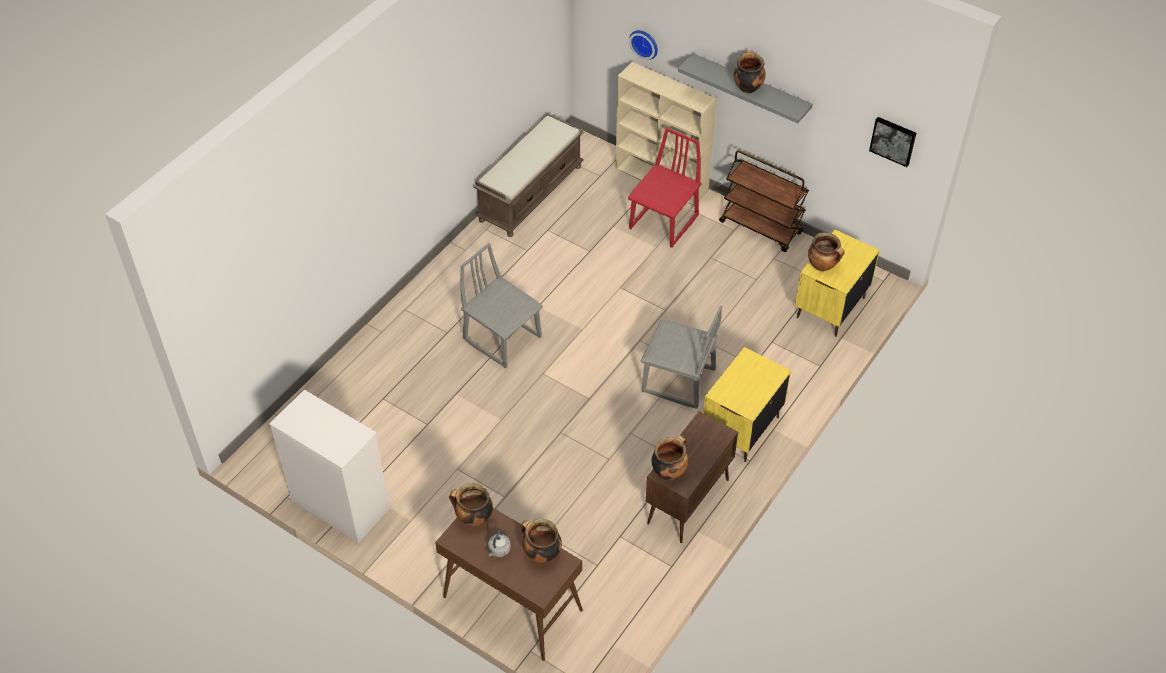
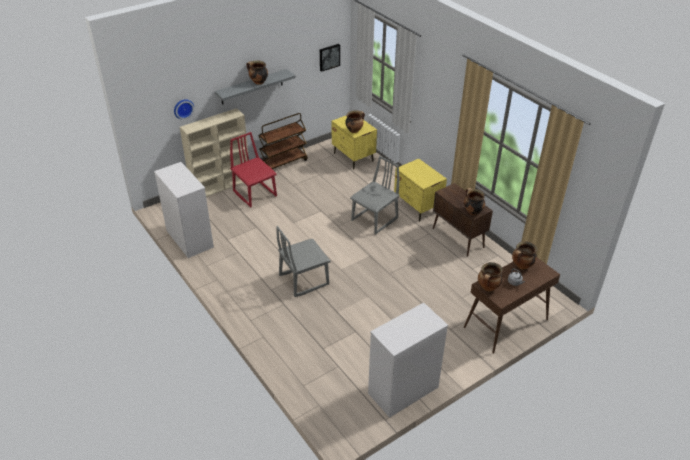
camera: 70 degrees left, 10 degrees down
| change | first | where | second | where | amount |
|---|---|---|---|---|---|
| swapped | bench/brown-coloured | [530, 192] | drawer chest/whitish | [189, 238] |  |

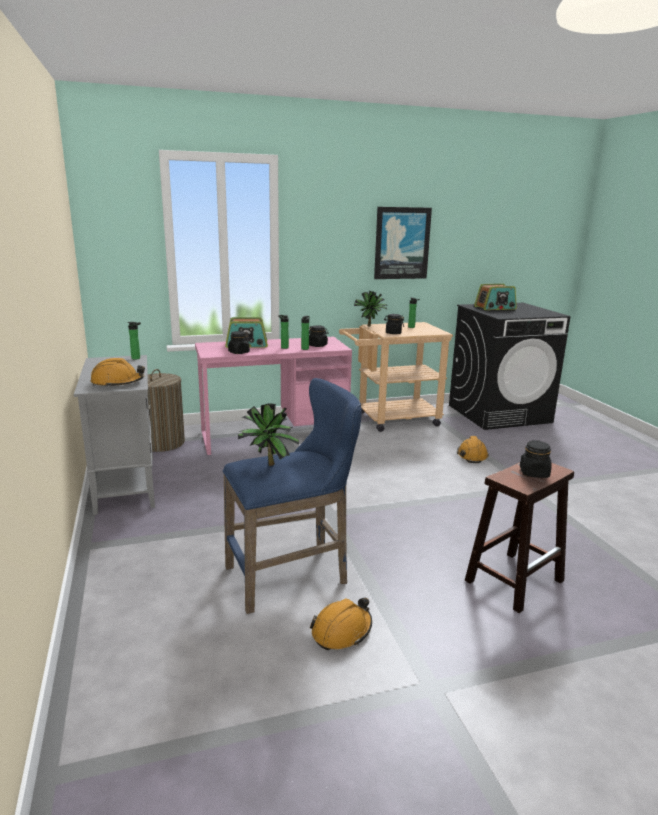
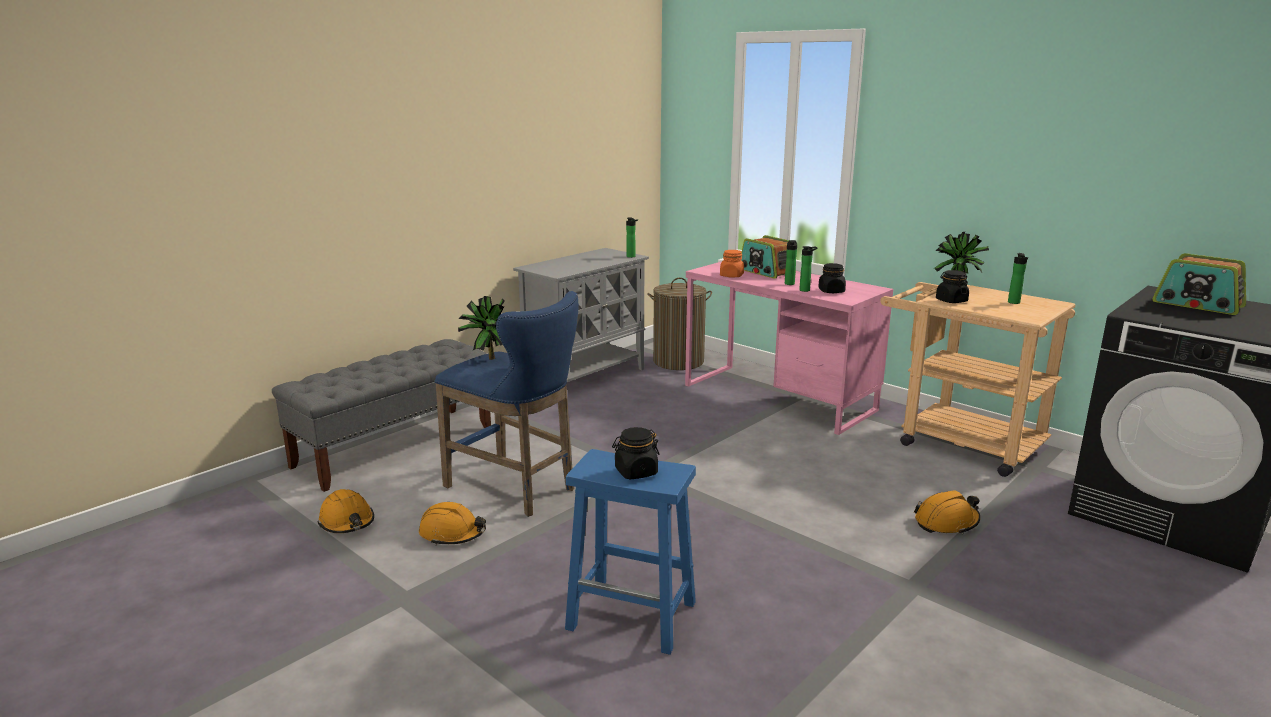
camera: 60 degrees right, 0 degrees up
| change | first | where | second | where | amount |
|---|---|---|---|---|---|
| shifted | safety helmet/orangey | [117, 383] |  | [347, 522] |  |
| repainted | preserve jar/blackish | [239, 352] | preserve jar/orangey | [731, 276] |  |
| gone | picture | [401, 243] |  |  |  |
| repainted | sitting stool/brown-coloured | [515, 580] | sitting stool/blue | [634, 615] |  |
| new |  |  | bench/grey | [395, 446] |  |

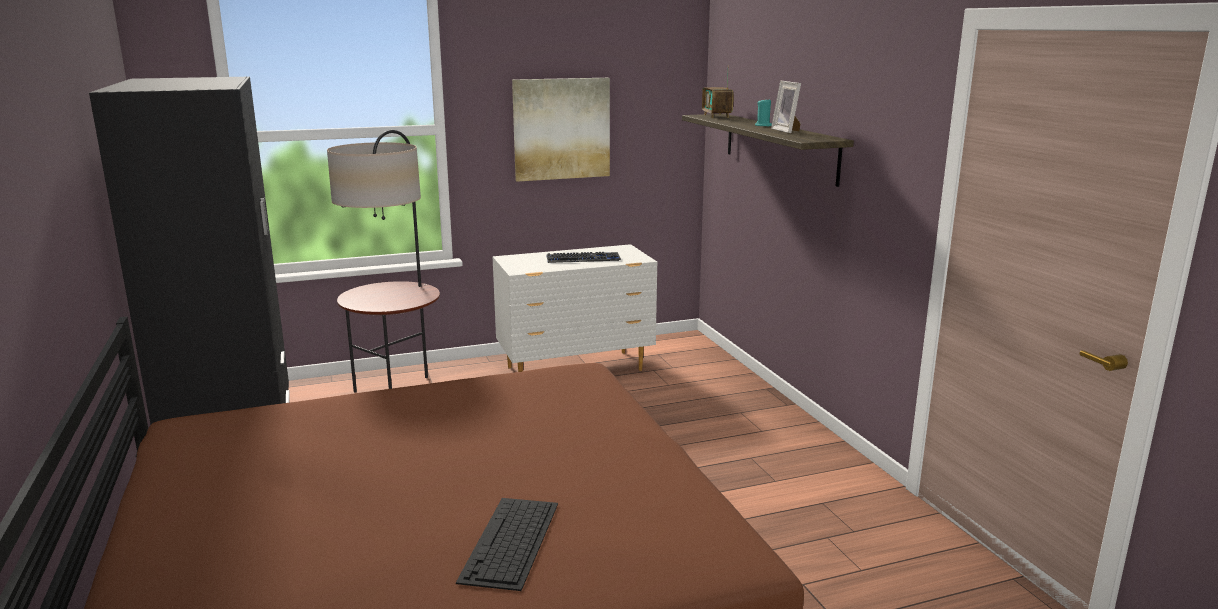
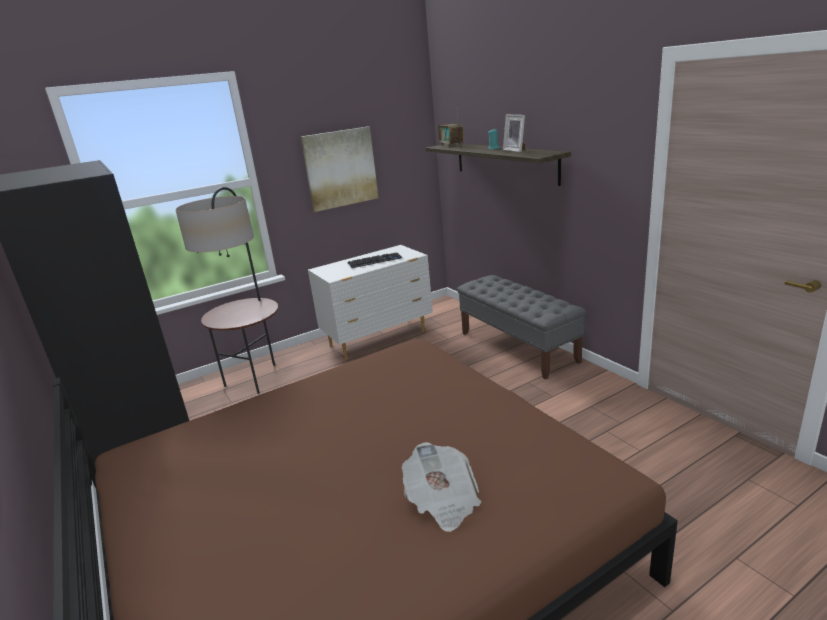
camera: 10 degrees left, 5 degrees up
| change | first | where | second | where | amount |
|---|---|---|---|---|---|
| swapped | keyboard | [511, 542] | daily paper | [442, 501] |  |
| new |  |  | bench/grey | [518, 347] |  |

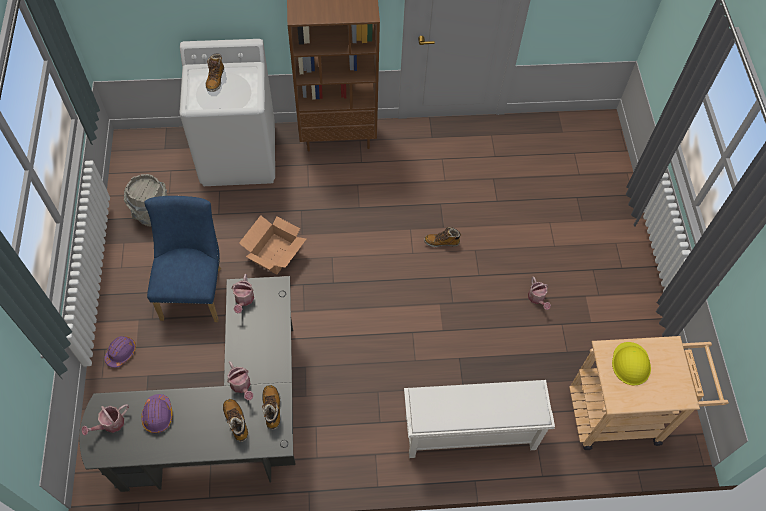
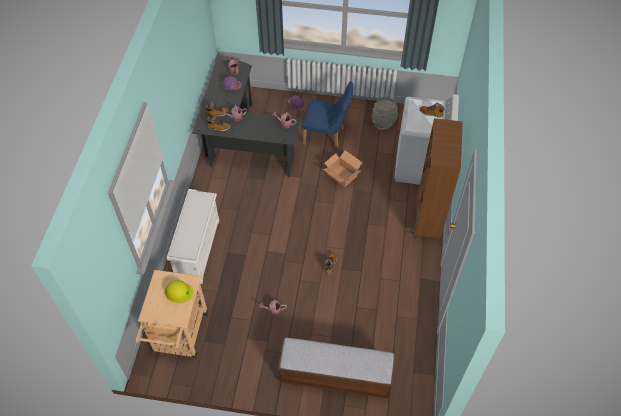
camera: 105 degrees right, 5 degrees down
| change | first | where | second | where | amount |
|---|---|---|---|---|---|
| new |  |  | bench | [335, 376] |  |

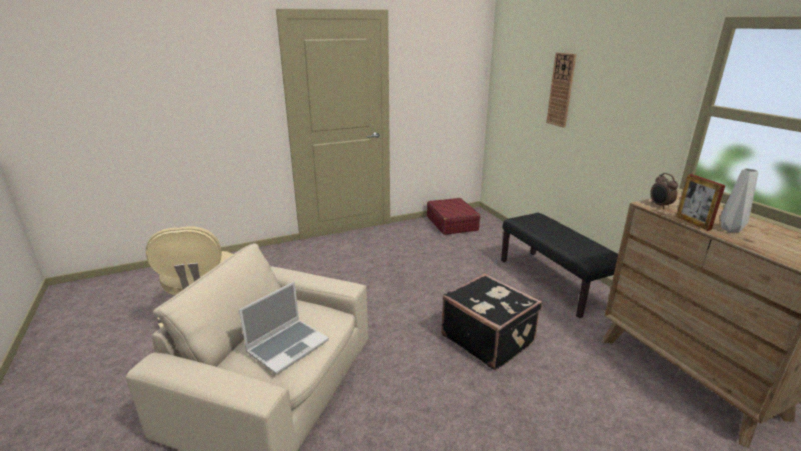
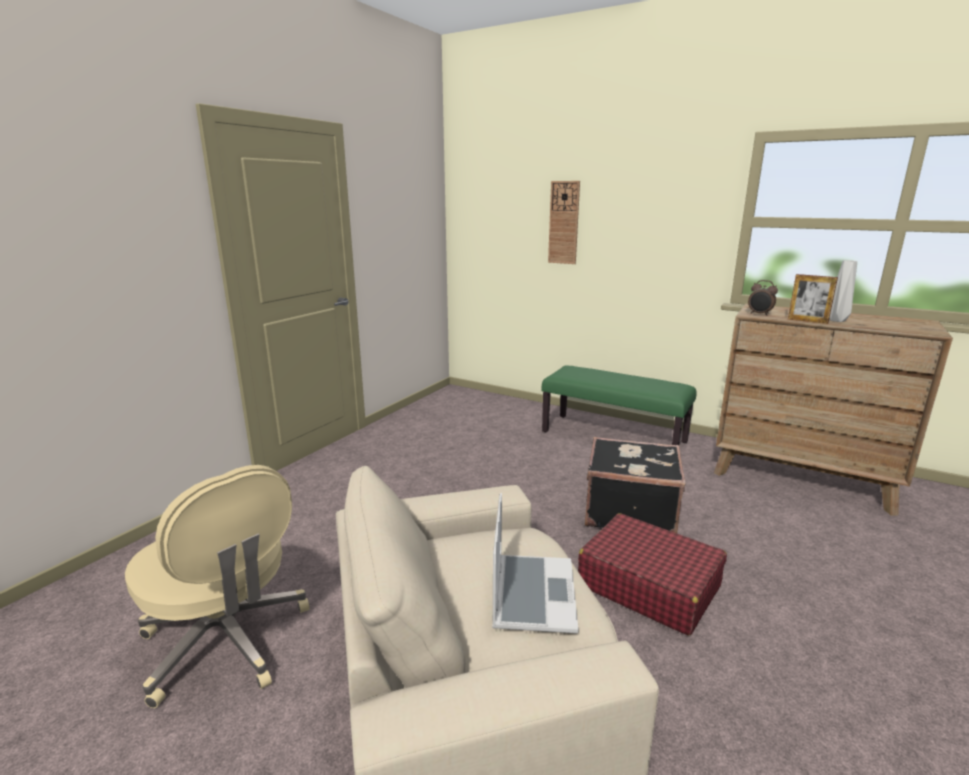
camera: 35 degrees left, 5 degrees down
| change | first | where | second | where | amount |
|---|---|---|---|---|---|
| shifted | suitcase/red | [452, 223] |  | [648, 585] |  |
| repainted | bench/blackish | [554, 282] | bench/green-coloured | [614, 436] |  |

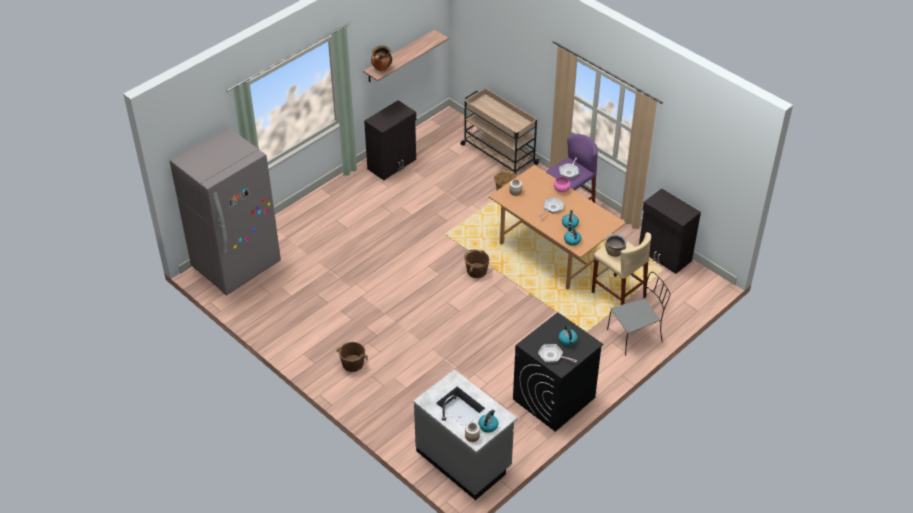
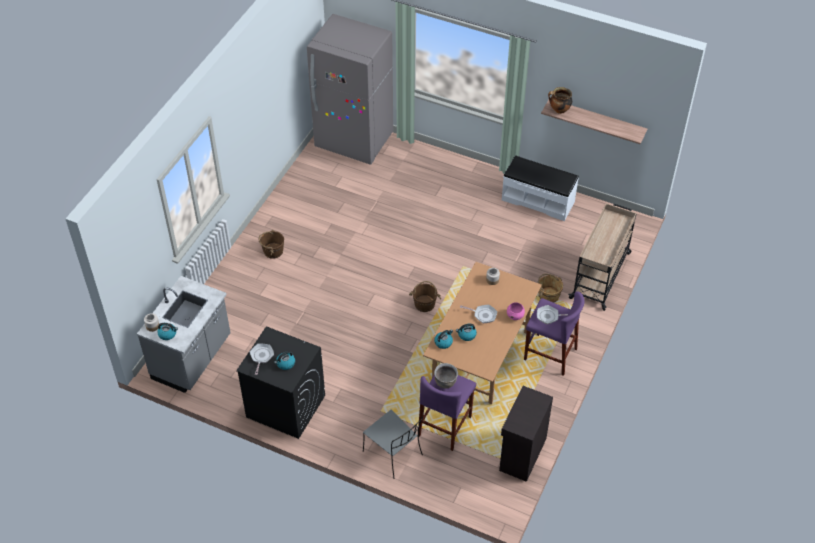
camera: 70 degrees right, 5 degrees up
| change | first | where | second | where | amount |
|---|---|---|---|---|---|
| swapped | cupboard/blackish | [392, 164] | bench/whitish | [538, 200] |  |
| repainted | sitting stool/sand-coloured | [618, 294] | sitting stool/purple | [445, 426] |  |

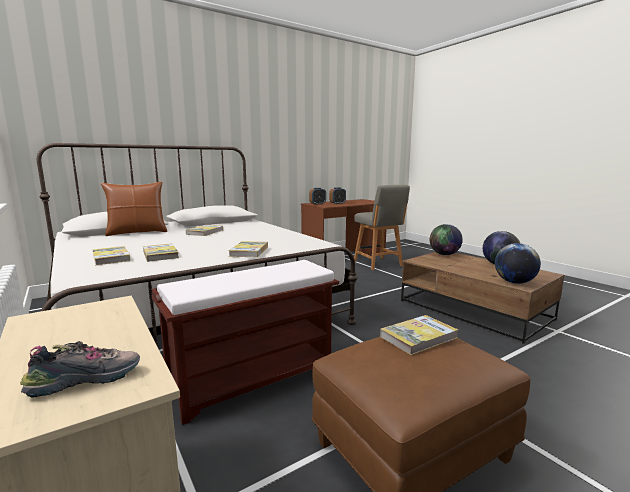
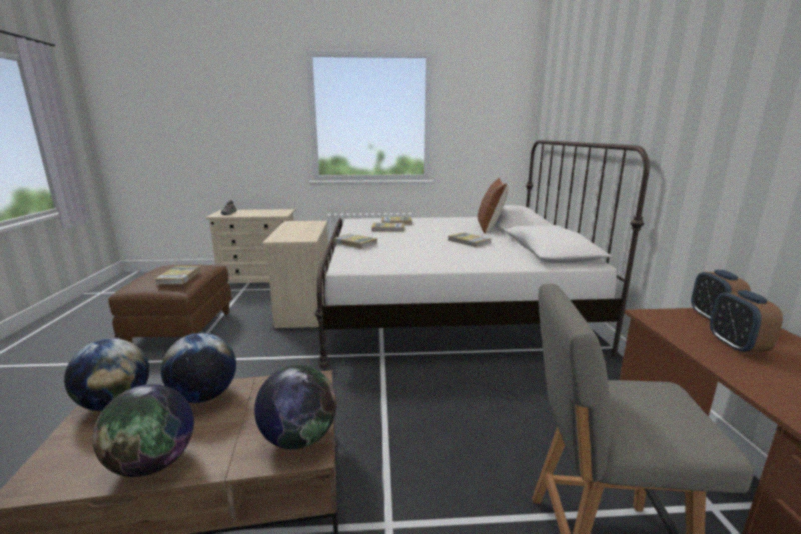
camera: 120 degrees right, 5 degrees up
| change | first | where | second | where | amount |
|---|---|---|---|---|---|
| swapped | bench/brown-coloured | [254, 378] | drawer chest/sand-coloured | [304, 309] |  |
| new |  |  | globe | [204, 396] |  |

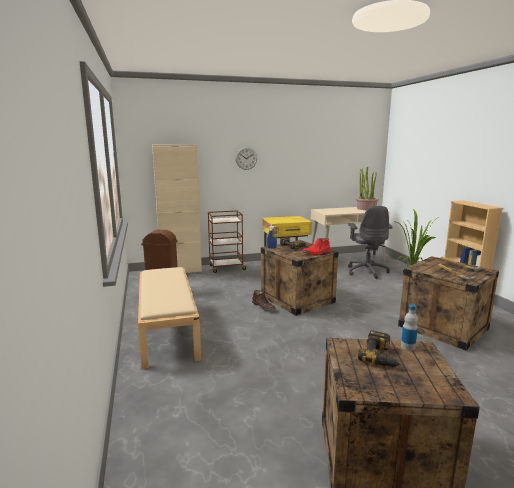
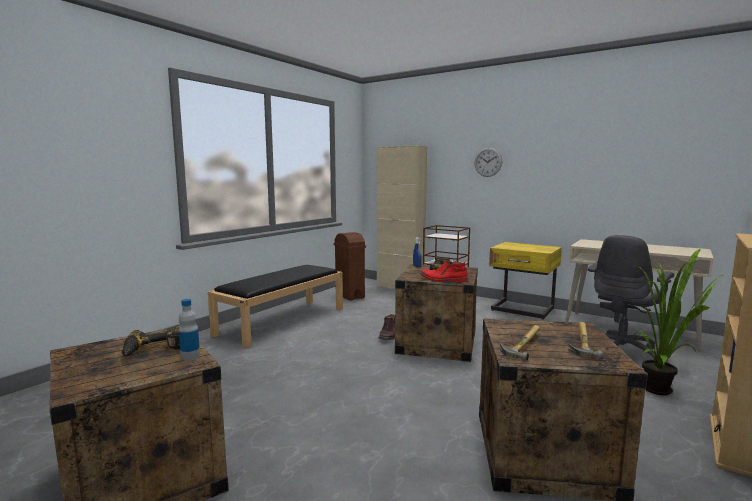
camera: 50 degrees right, 5 degrees down
| change | first | where | second | where | amount |
|---|---|---|---|---|---|
| repainted | bench/sand-coloured | [167, 329] | bench/blackish | [283, 321] |  |
| gone | plant in a pot | [366, 208] |  |  |  |

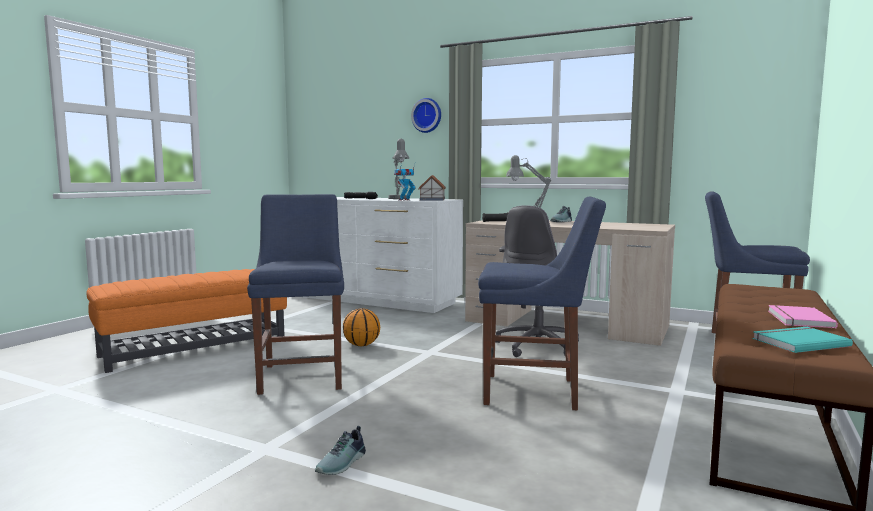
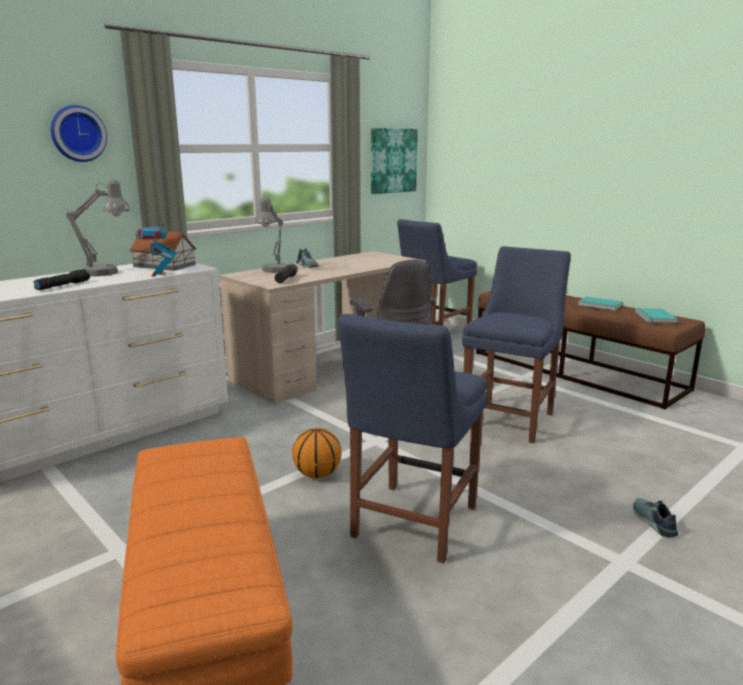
camera: 70 degrees left, 10 degrees up
| change | first | where | second | where | amount |
|---|---|---|---|---|---|
| rotated | upright chair/blue | [303, 375] |  | [411, 524] | 75 degrees counterclockwise |
| rotated | low shoe | [343, 464] |  | [652, 522] | 150 degrees counterclockwise |
| repainted | book/pinkish | [797, 319] | book/blue-green | [599, 305] |  |
| new |  |  | picture | [392, 160] |  |

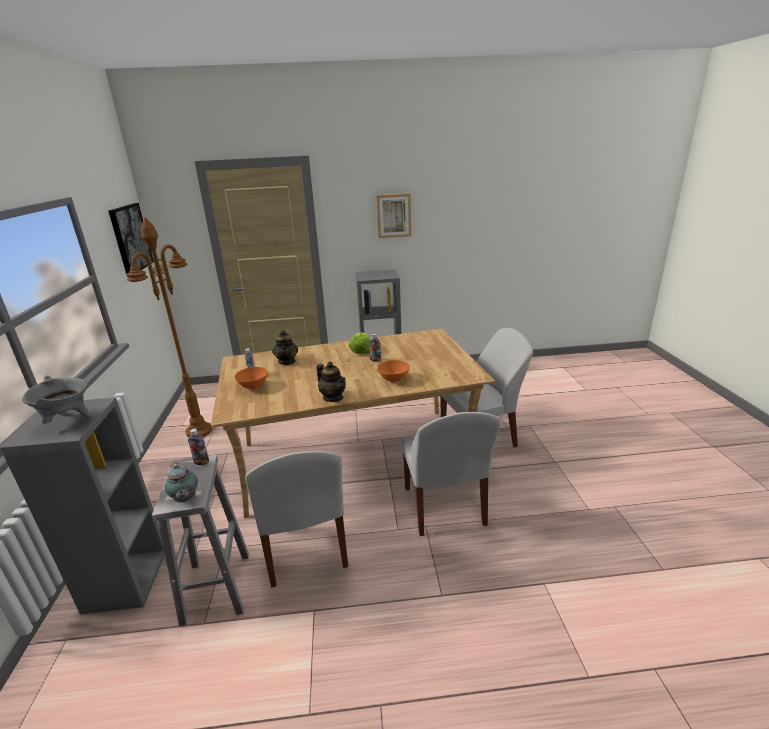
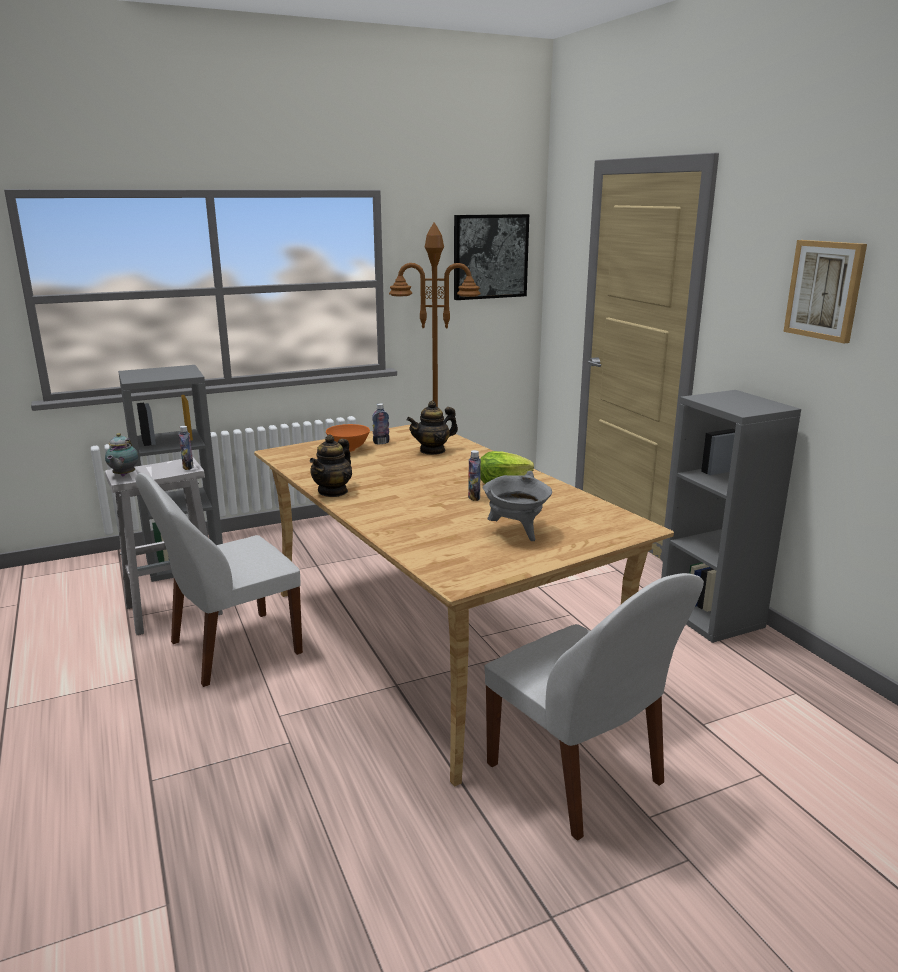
camera: 70 degrees right, 5 degrees down
| change | first | where | second | where | amount |
|---|---|---|---|---|---|
| shifted | saucepot/grey | [68, 421] |  | [516, 532] |  |
| rotated | pot for tea | [185, 500] |  | [123, 475] | 45 degrees counterclockwise |
| gone | serving bowl/orangey | [394, 380] |  |  |  |
| gone | upright chair/whitish | [444, 508] |  |  |  |

